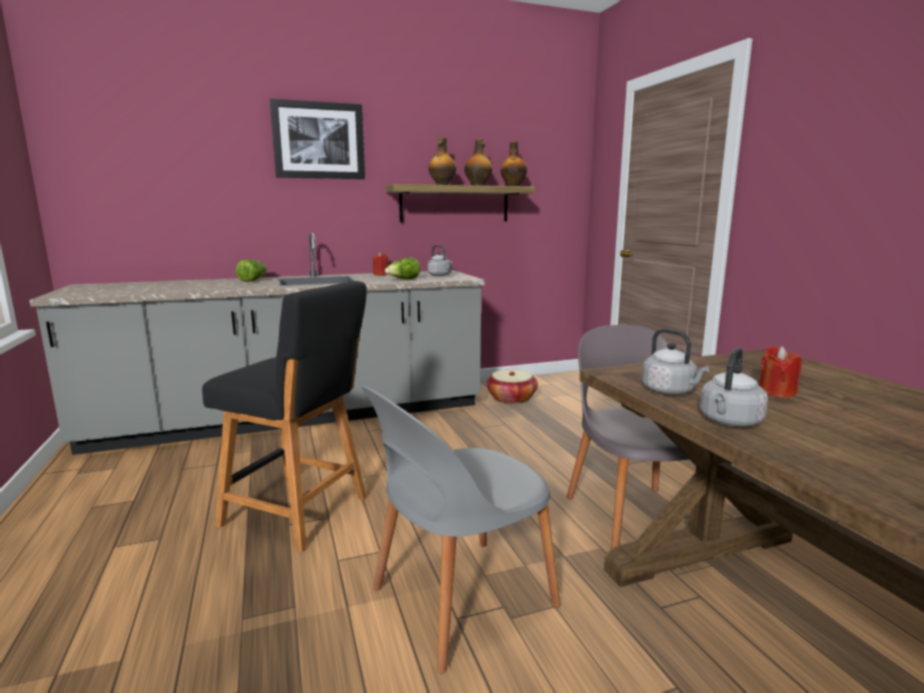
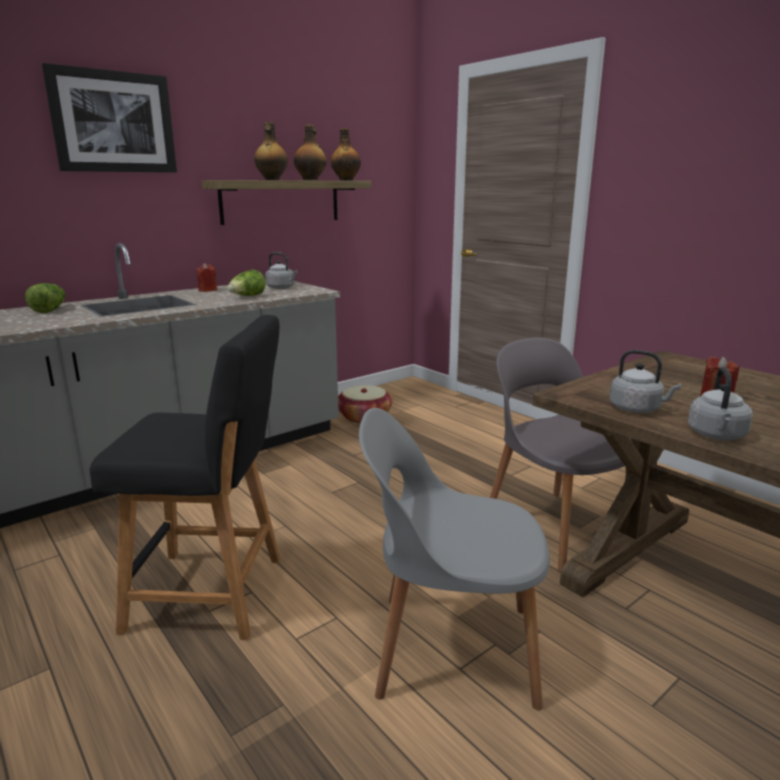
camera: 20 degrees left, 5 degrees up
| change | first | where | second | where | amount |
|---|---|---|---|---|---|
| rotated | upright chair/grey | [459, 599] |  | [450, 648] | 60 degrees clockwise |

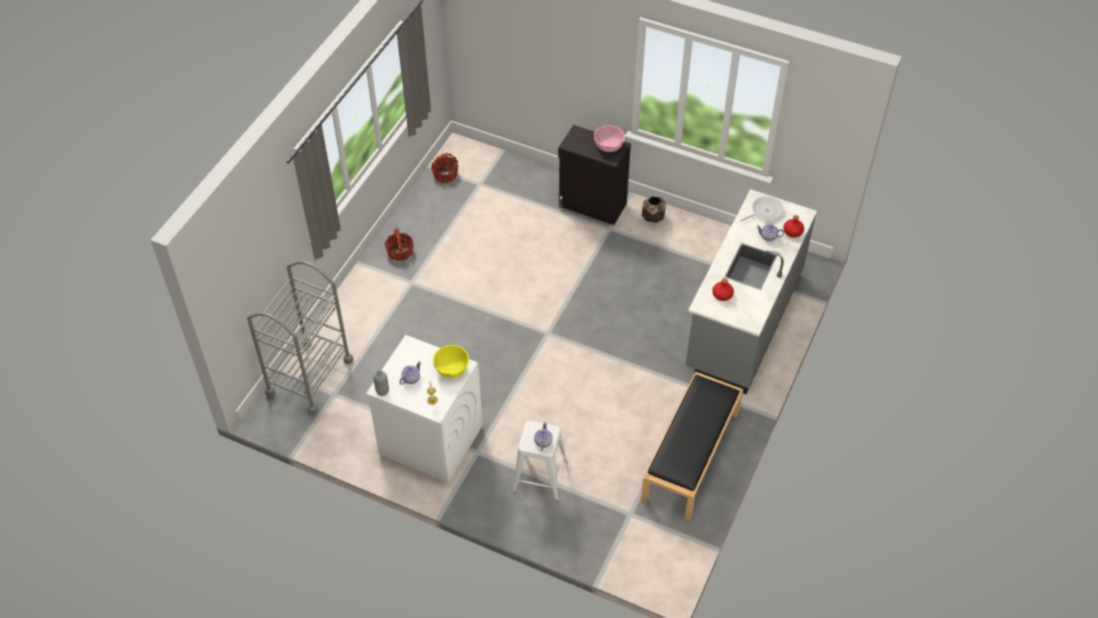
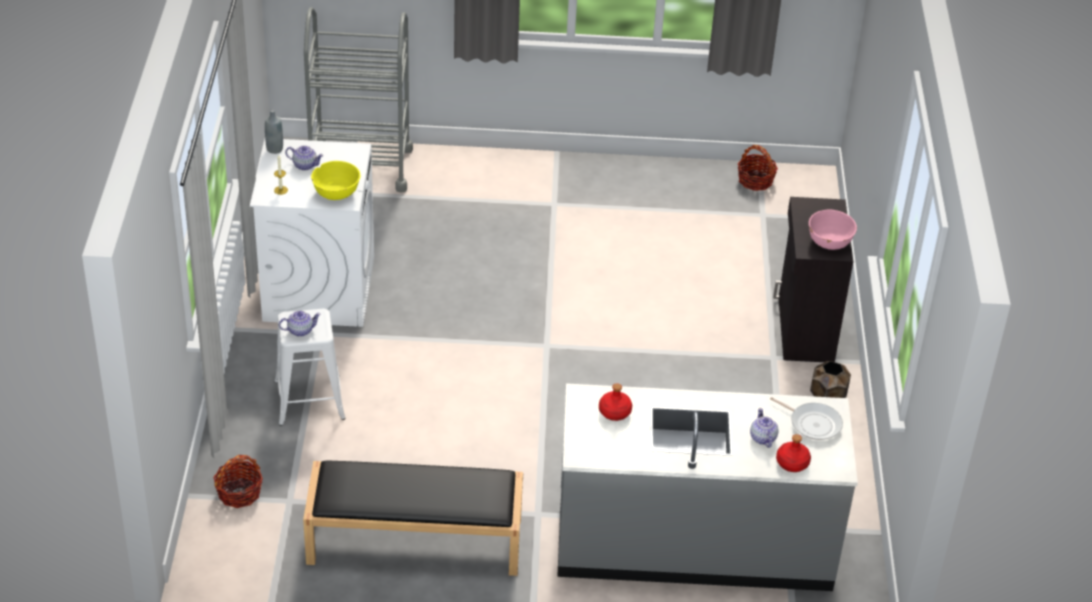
camera: 65 degrees right, 10 degrees down
| change | first | where | second | where | amount |
|---|---|---|---|---|---|
| shifted | household basket | [400, 252] |  | [239, 493] |  |

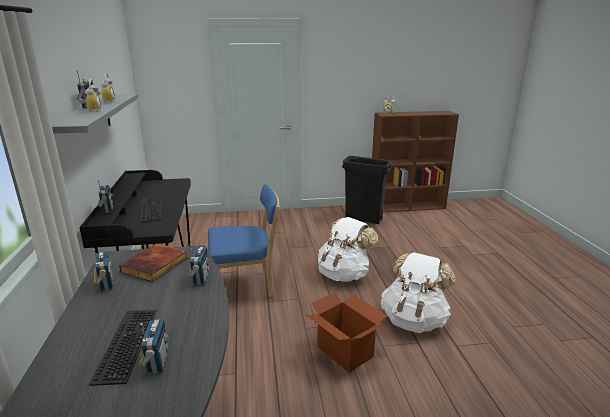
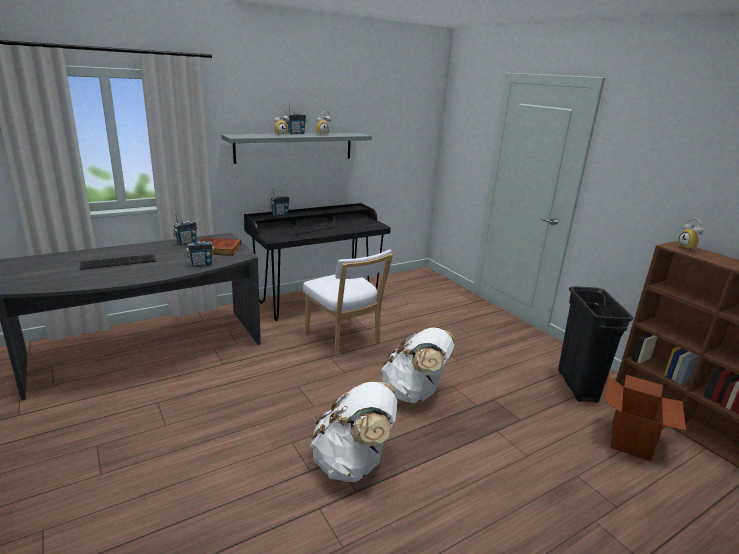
camera: 65 degrees right, 0 degrees up
| change | first | where | second | where | amount |
|---|---|---|---|---|---|
| gone | radio | [157, 362] |  |  |  |
| repainted | upright chair/blue | [246, 287] | upright chair/whitish | [344, 339] |  |
| shifted | packing box | [345, 351] |  | [631, 439] |  |

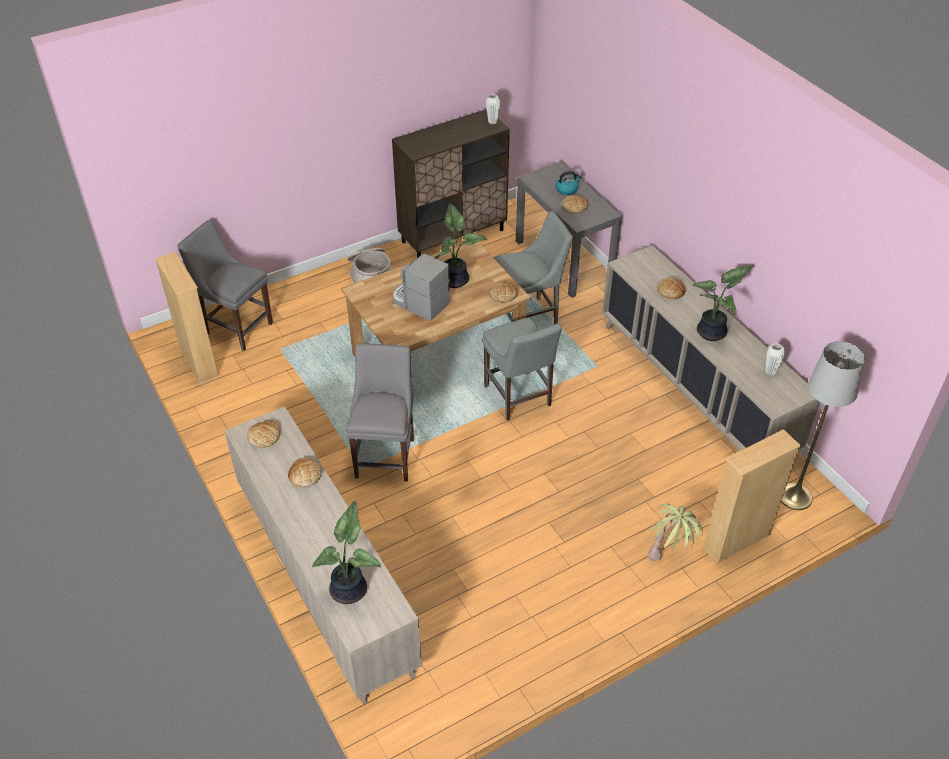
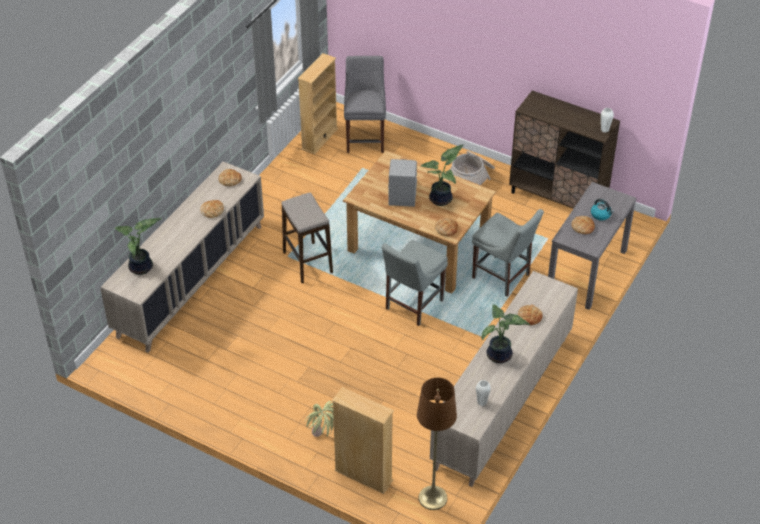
camera: 60 degrees right, 0 degrees up
| change | first | where | second | where | amount |
|---|---|---|---|---|---|
| swapped | upright chair/grey | [386, 455] | sitting stool | [308, 262] |  |
| repainted | floor lamp/grey | [795, 496] | floor lamp/brown-coloured | [432, 498] |  |

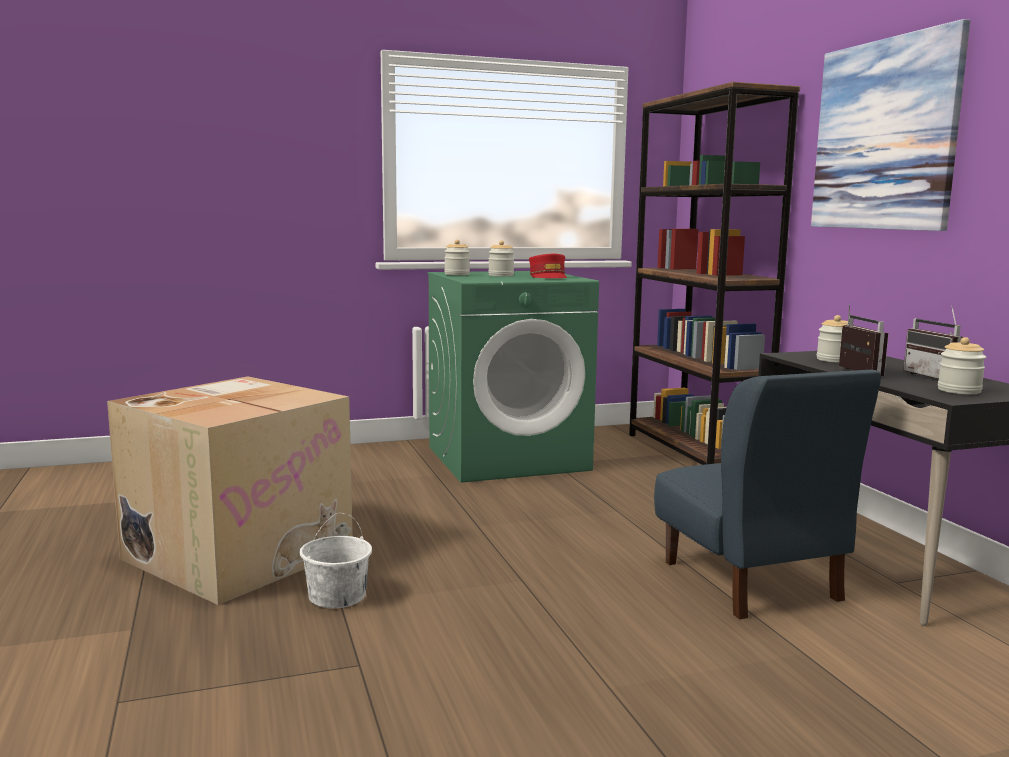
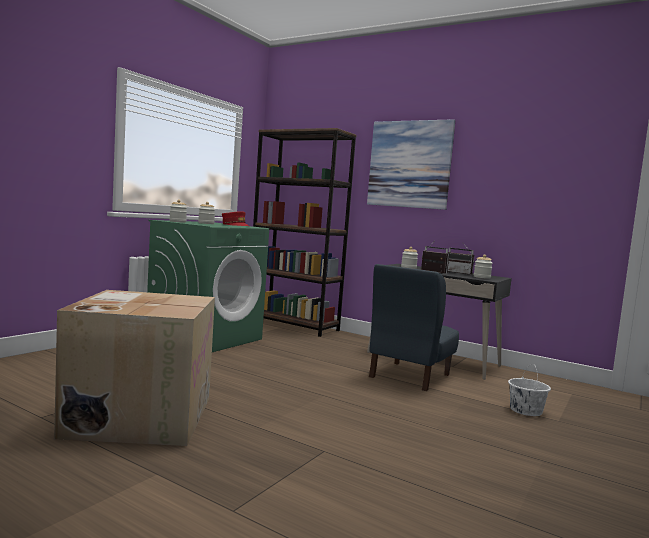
camera: 40 degrees left, 5 degrees down
| change | first | where | second | where | amount |
|---|---|---|---|---|---|
| shifted | pail/whitish | [337, 596] |  | [525, 410] |  |
| rotated | upright chair/blue | [750, 581] |  | [409, 376] | 90 degrees clockwise |

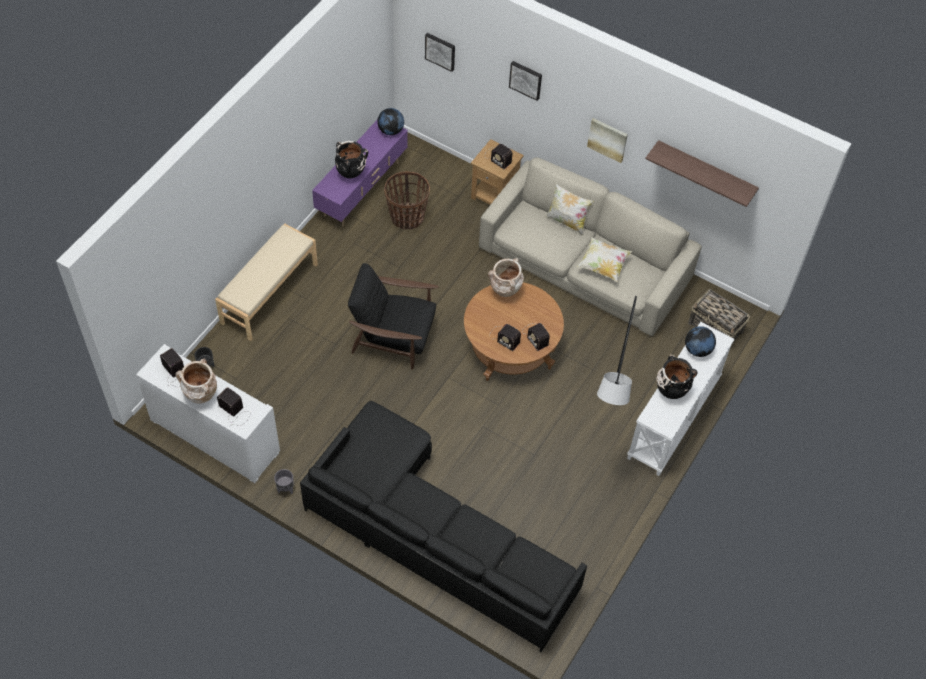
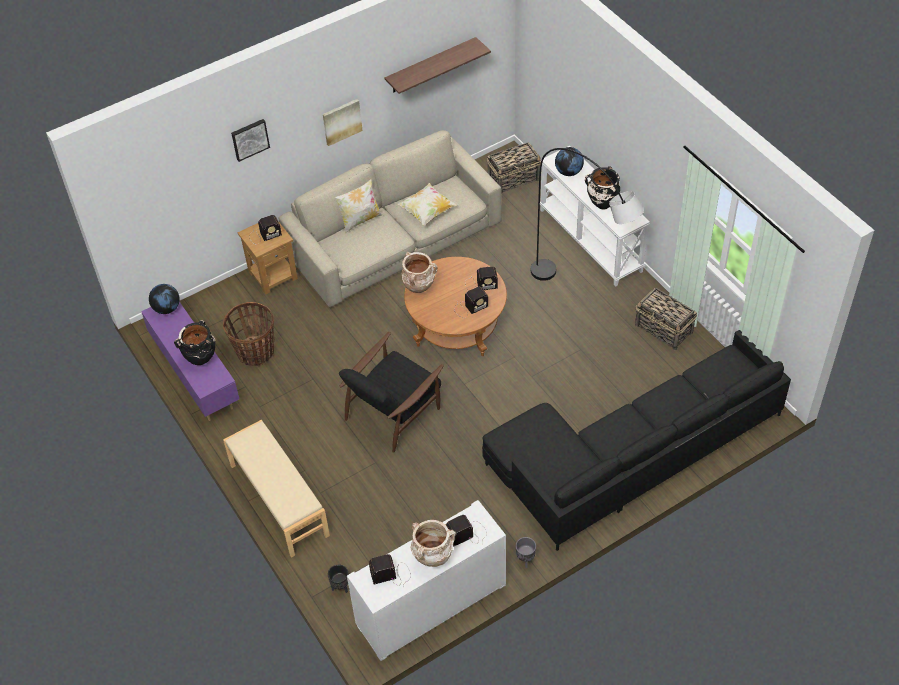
camera: 60 degrees left, 5 degrees down
| change | first | where | second | where | amount |
|---|---|---|---|---|---|
| gone | picture | [440, 51] |  |  |  |
| new |  |  | household basket | [664, 329] |  |

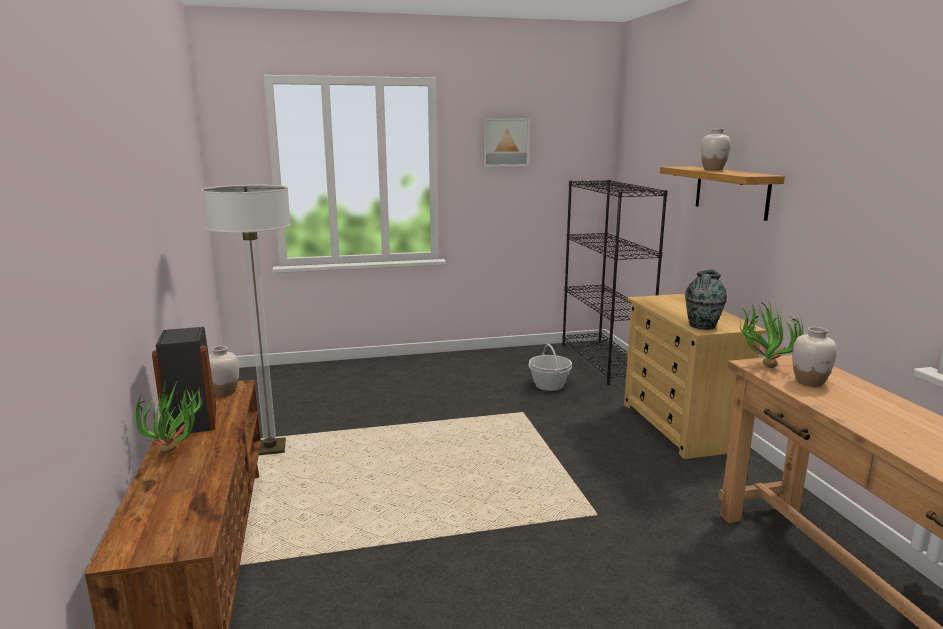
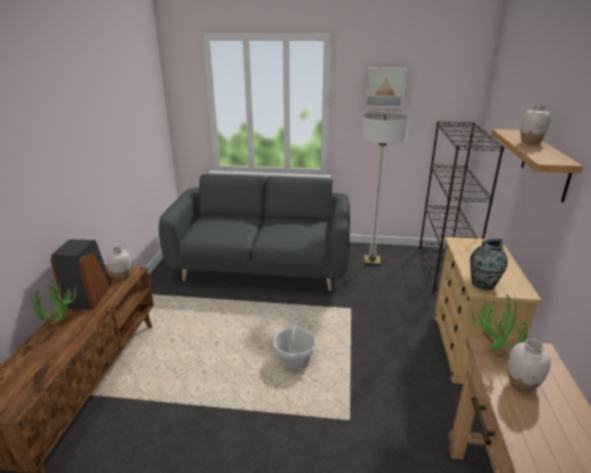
camera: 20 degrees right, 10 degrees up
| change | first | where | second | where | amount |
|---|---|---|---|---|---|
| shifted | floor lamp | [270, 448] |  | [372, 261] |  |
| shifted | household basket | [549, 385] |  | [294, 360] |  |
| new |  |  | settee/grey | [262, 266] |  |

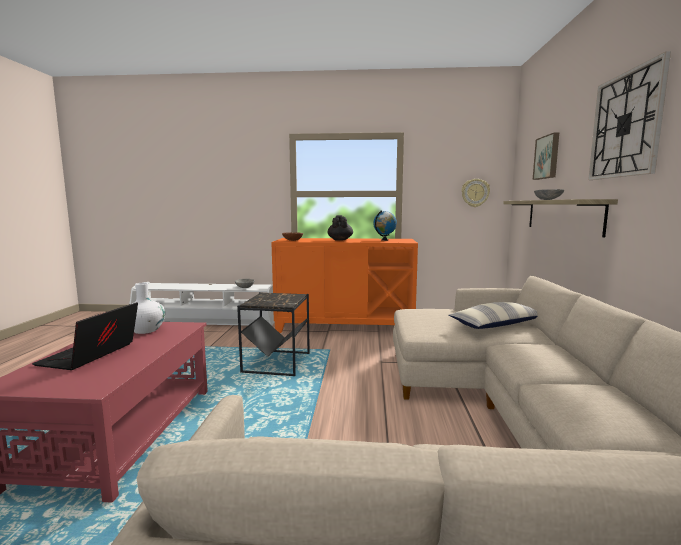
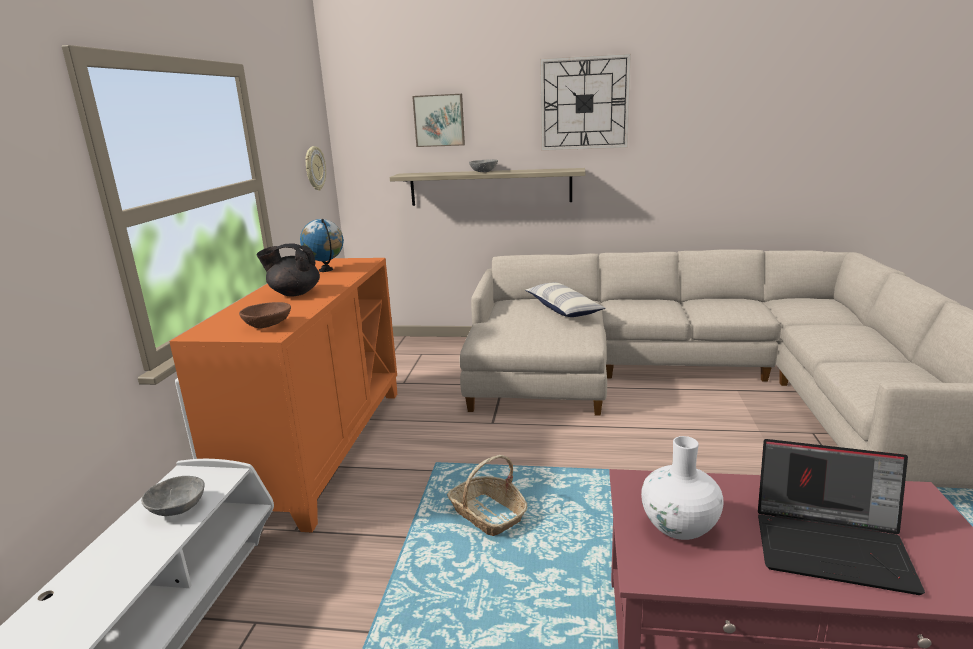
camera: 85 degrees left, 10 degrees up
| change | first | where | second | where | amount |
|---|---|---|---|---|---|
| swapped | accent table/blackish | [276, 363] | household basket | [488, 515] |  |

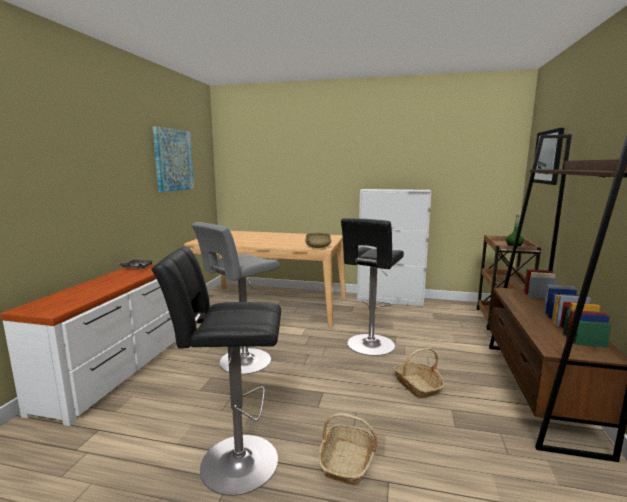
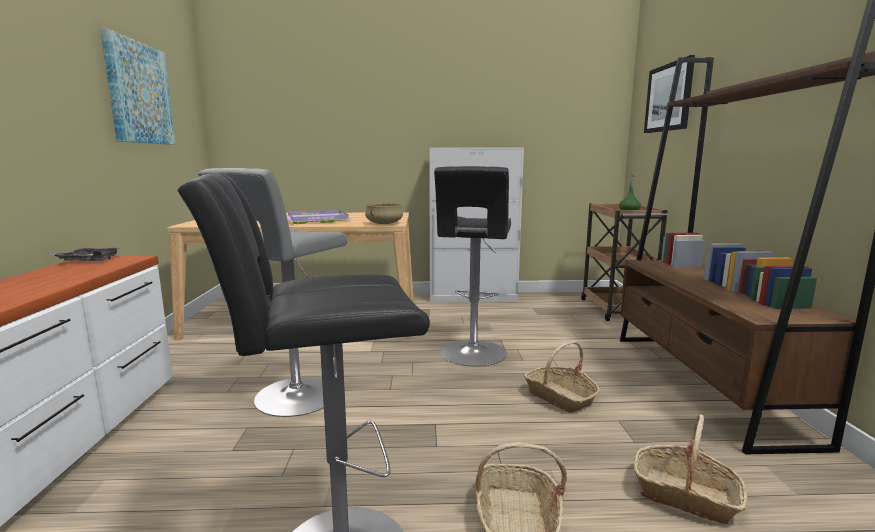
camera: 15 degrees left, 0 degrees up
| change | first | where | second | where | amount |
|---|---|---|---|---|---|
| new |  |  | tray/purple | [318, 219] |  |
| new |  |  | household basket | [685, 495] |  |

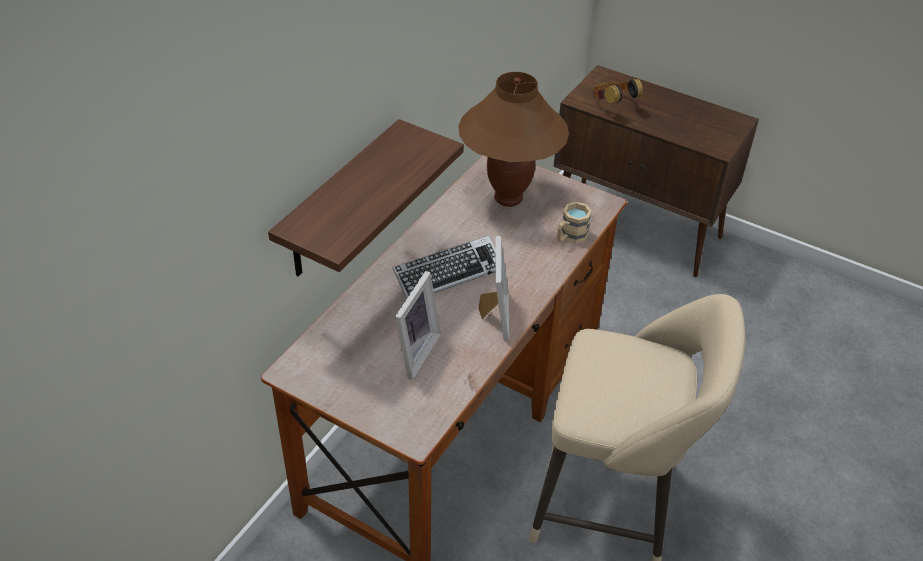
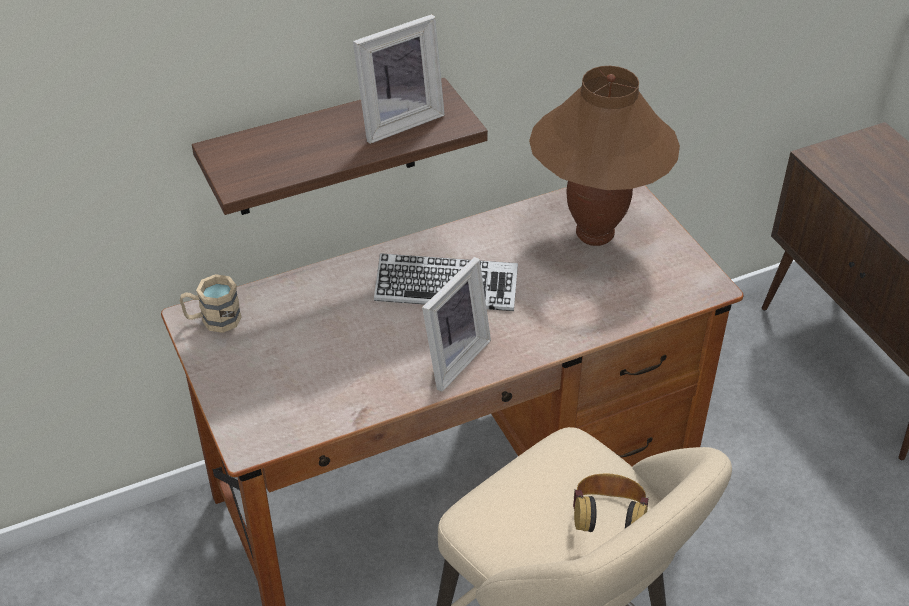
camera: 35 degrees right, 0 degrees up
| change | first | where | second | where | amount |
|---|---|---|---|---|---|
| shifted | standing frame | [413, 352] |  | [397, 120] |  |
| shifted | coffee mug/sand-coloured | [570, 237] |  | [213, 320] |  |
| shifted | headset | [612, 105] |  | [607, 522] |  |

